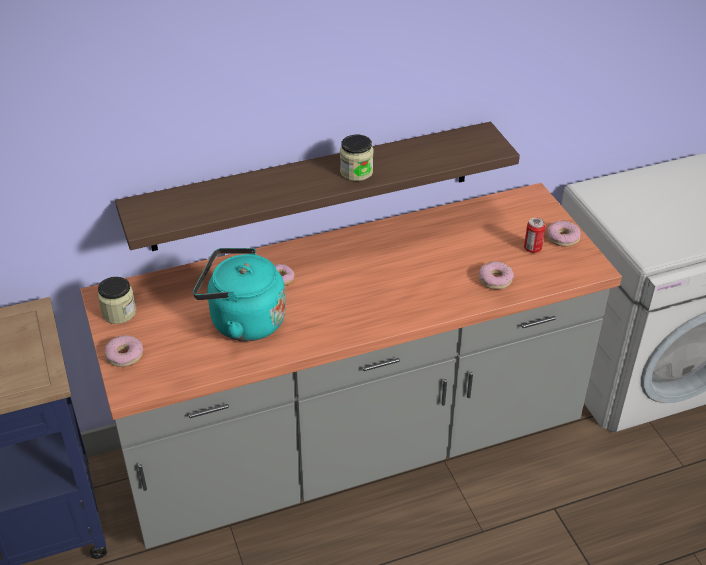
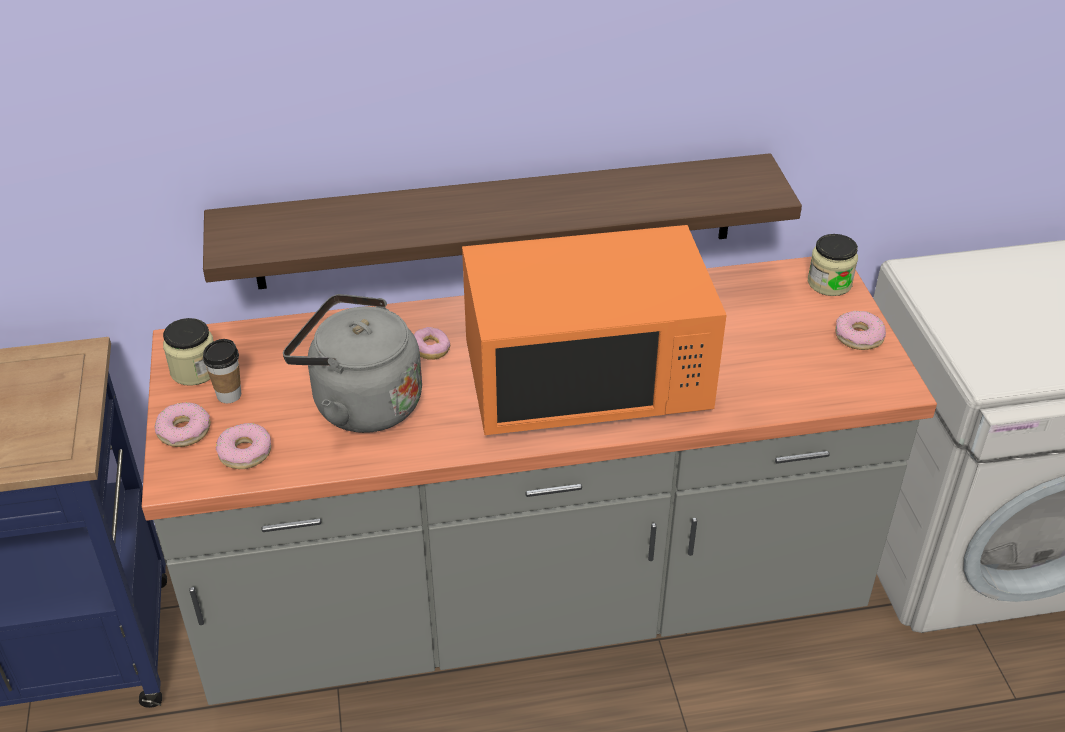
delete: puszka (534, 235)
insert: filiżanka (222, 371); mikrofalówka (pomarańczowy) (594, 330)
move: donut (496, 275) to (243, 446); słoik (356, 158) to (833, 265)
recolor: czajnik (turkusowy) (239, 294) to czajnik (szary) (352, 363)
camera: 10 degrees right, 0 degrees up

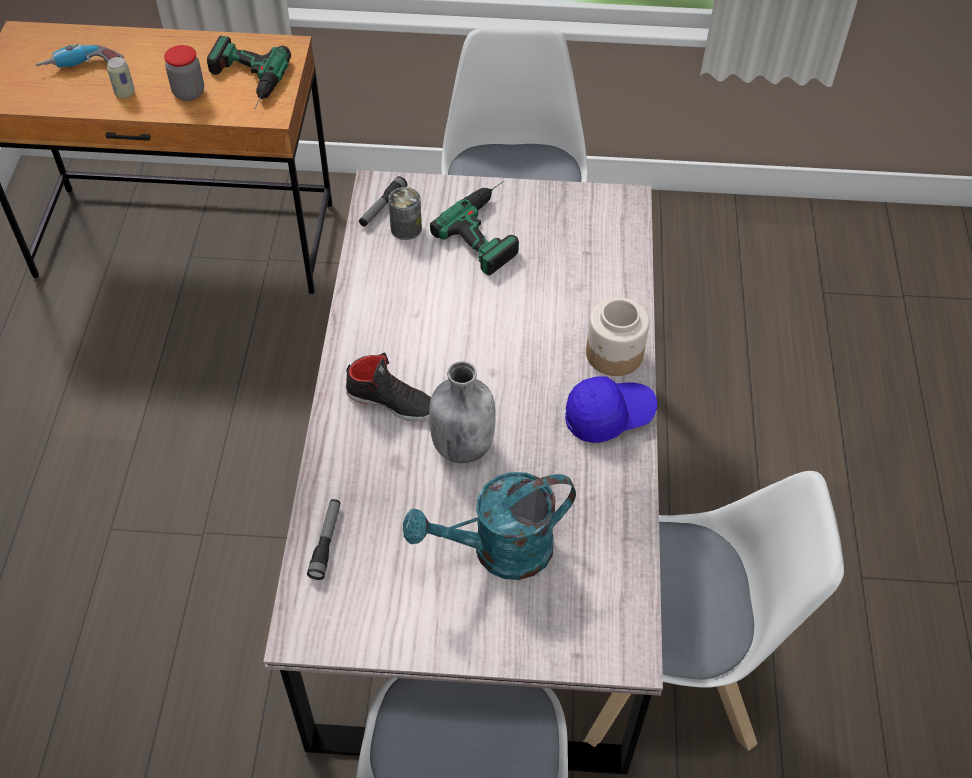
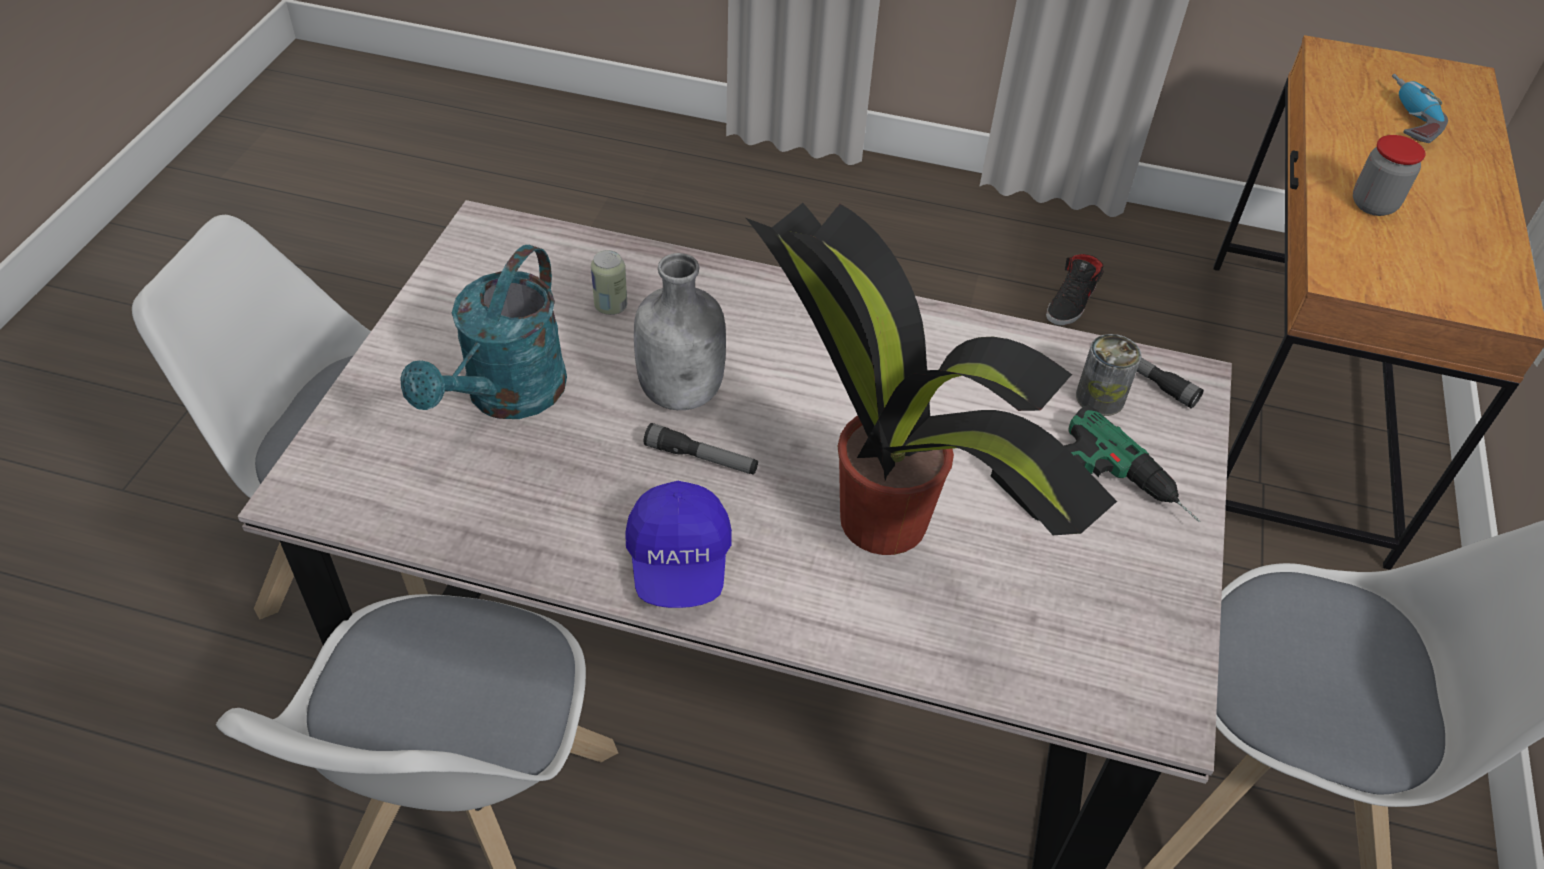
delete: wiertarka (249, 72); słoik (617, 336)
insert: roślina doniczkowa (931, 379)
move: puszka (121, 78) to (609, 282); latarka (324, 539) to (701, 449); but (czarny) (388, 387) to (1075, 290)
rotate: konewka (turkusowy) (489, 526) = (483, 332) 150 degrees counterclockwise
camera: 100 degrees right, 5 degrees down

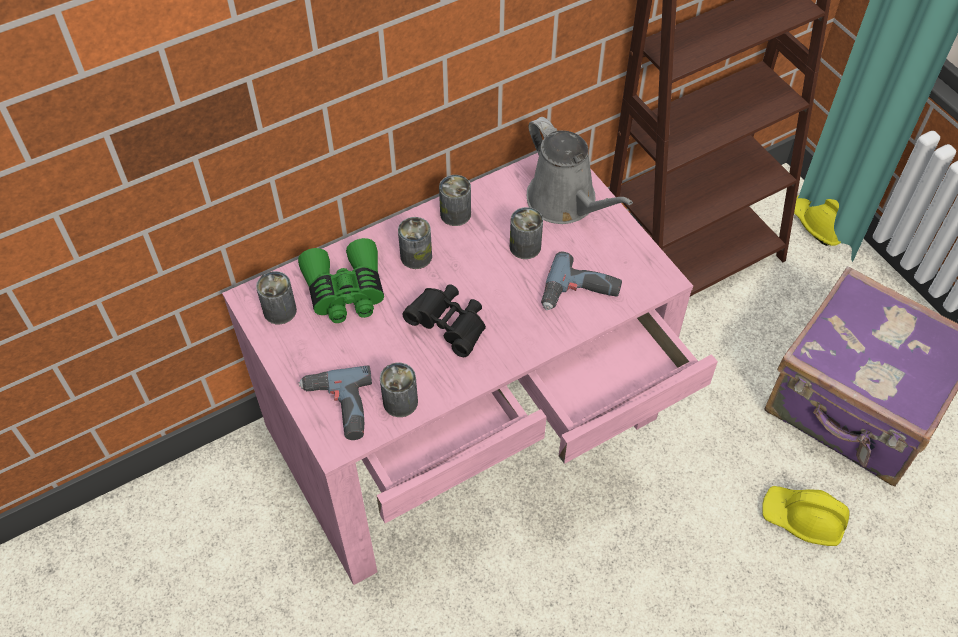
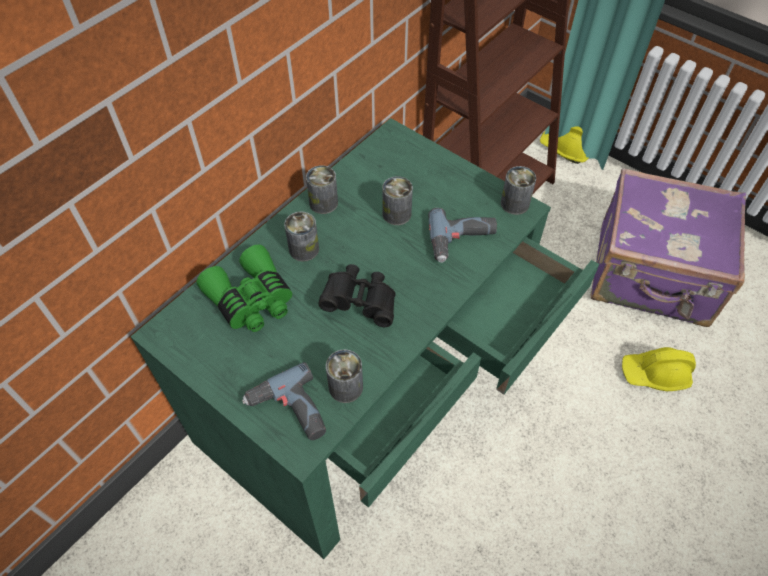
delete: konewka (szary) (580, 170)
move: puszka (276, 297) to (518, 190)
recolor: biurko (różowy) (470, 369) to biurko (zielony) (365, 338)
camera: 20 degrees left, 0 degrees up

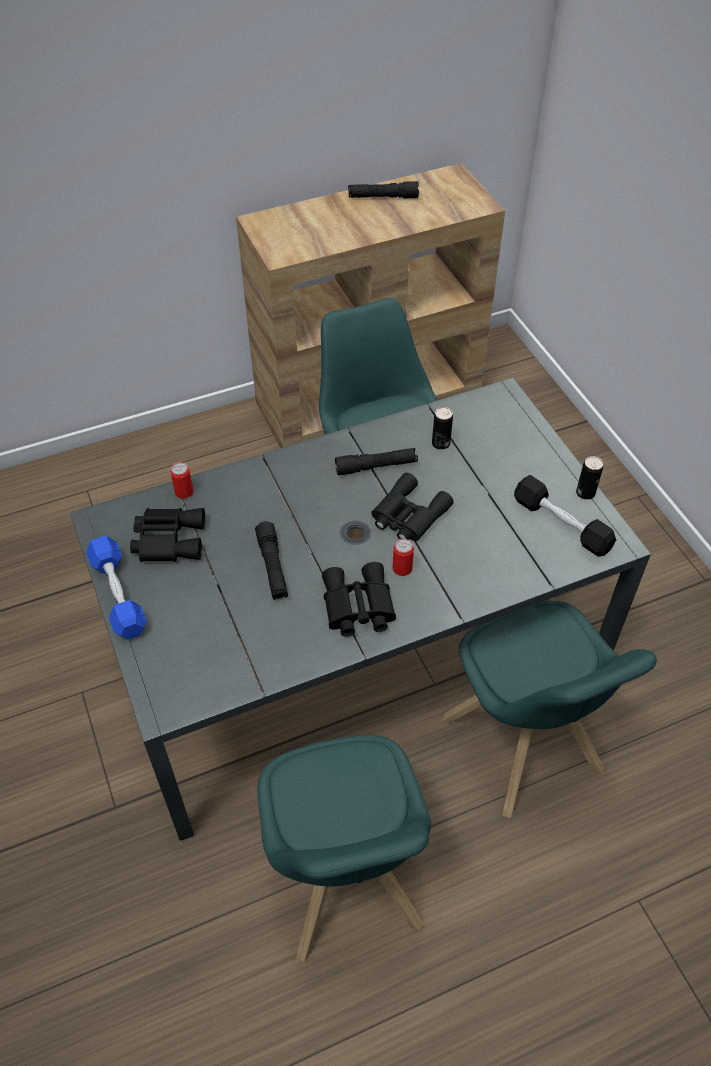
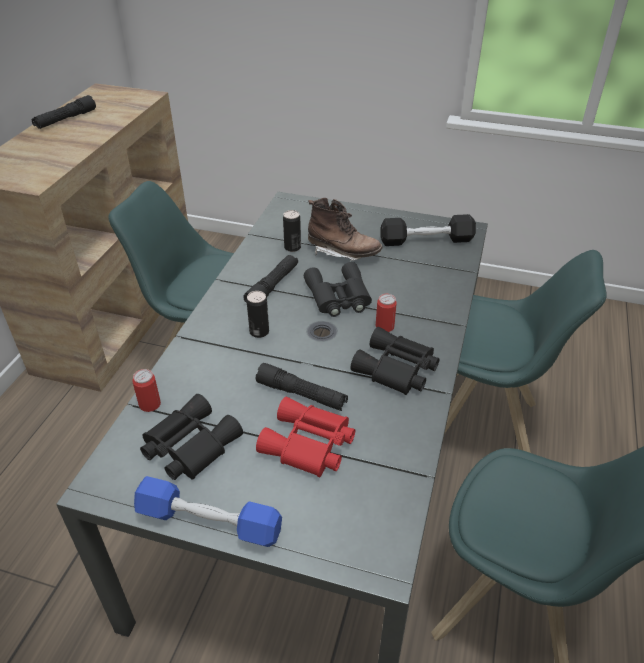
insert: lornetka (czerwony) (305, 437); but z cholewką (brązowy) (345, 229)
move: puszka (589, 478) to (258, 314)
camera: 50 degrees left, 10 degrees down

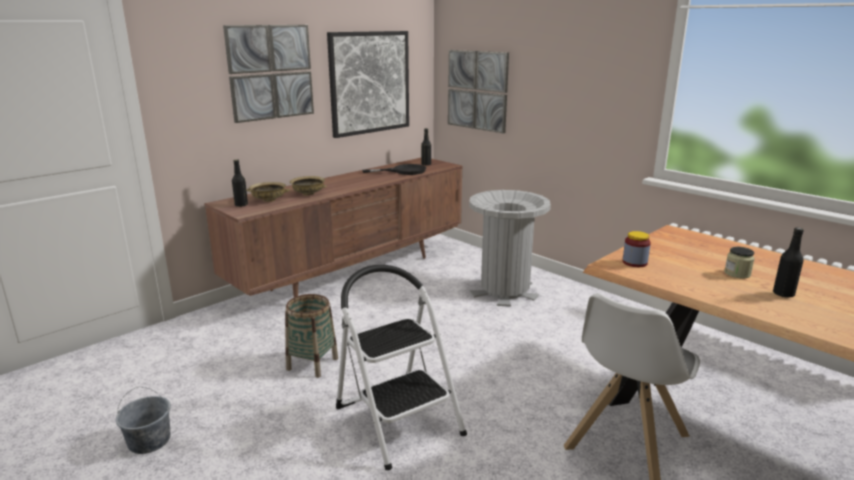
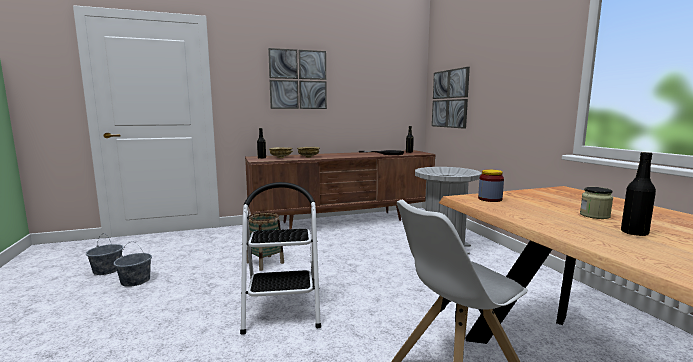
delete: obraz (368, 84)
insert: wiadro (szary) (104, 254)
camera: 25 degrees right, 10 degrees down

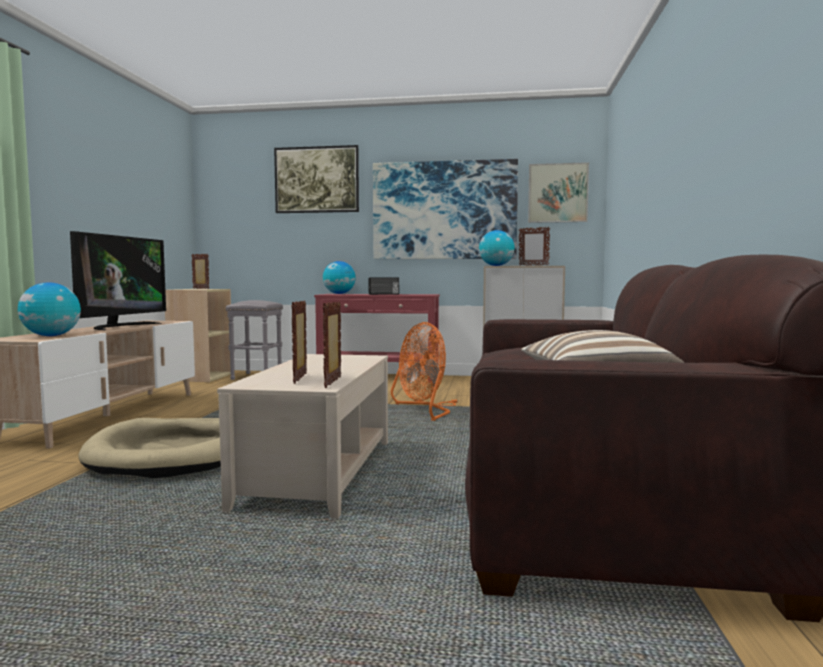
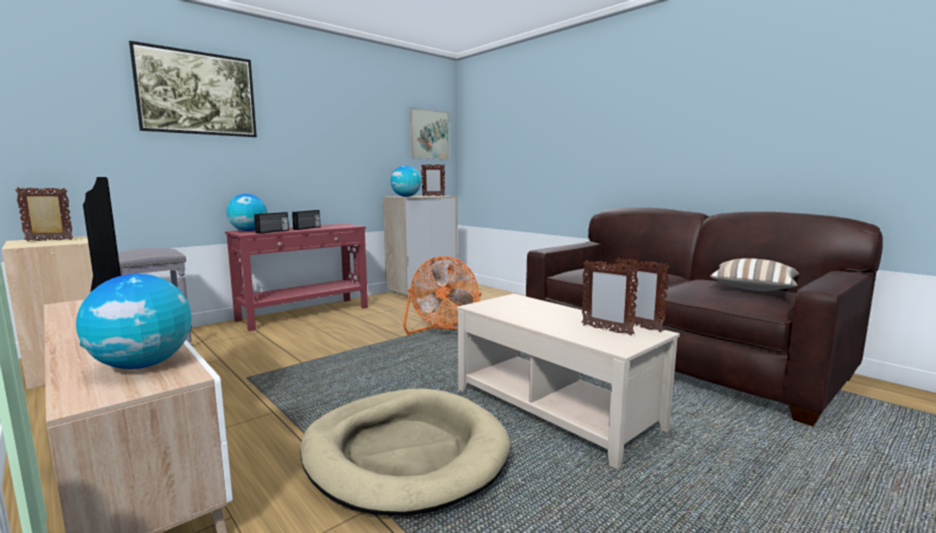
delete: obraz (445, 209)
insert: radio (271, 223)
camera: 50 degrees left, 5 degrees up

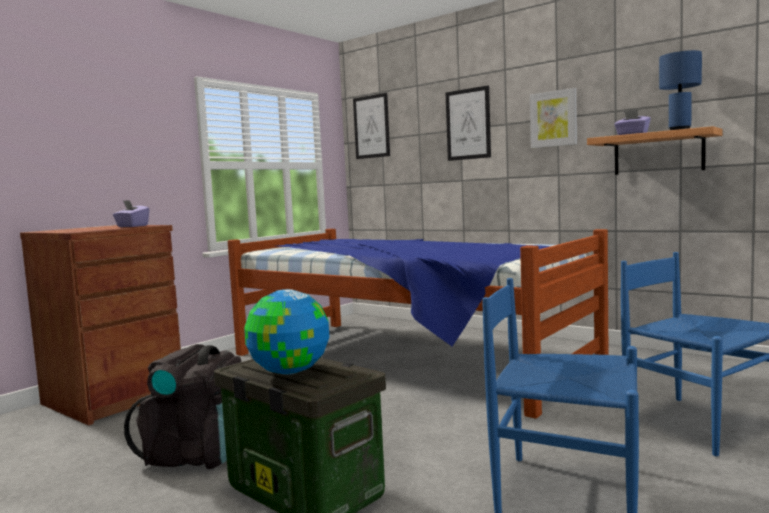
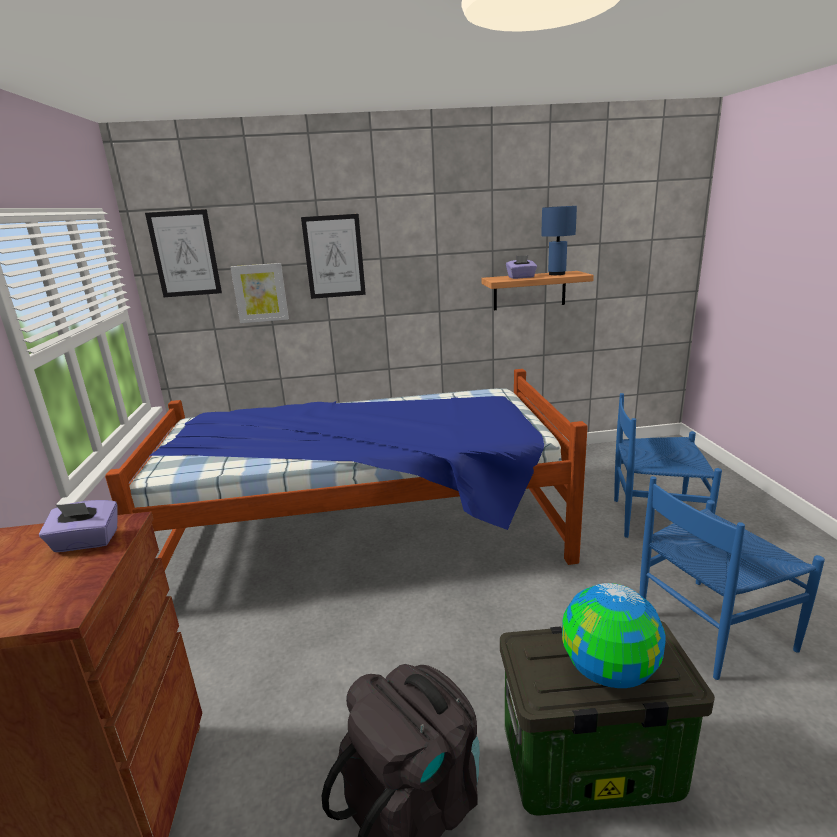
move: obraz (553, 118) to (259, 293)
camera: 45 degrees left, 15 degrees up

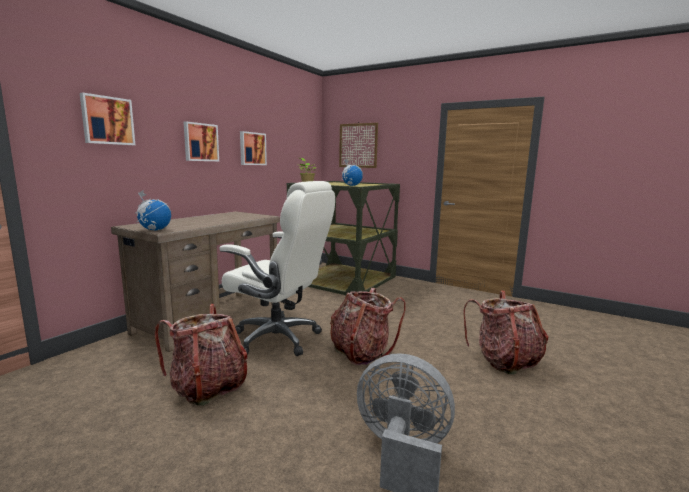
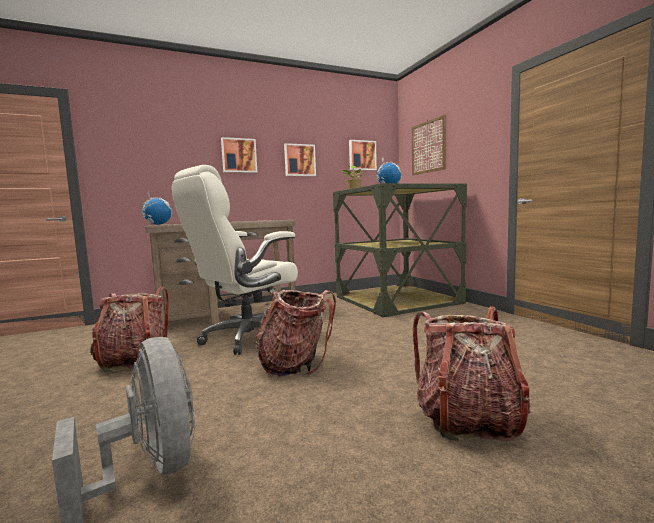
move: obraz (107, 118) to (363, 155)
rotate: krzesło biurowe (biały) (277, 268) = (235, 260) 75 degrees clockwise
camera: 35 degrees right, 5 degrees down

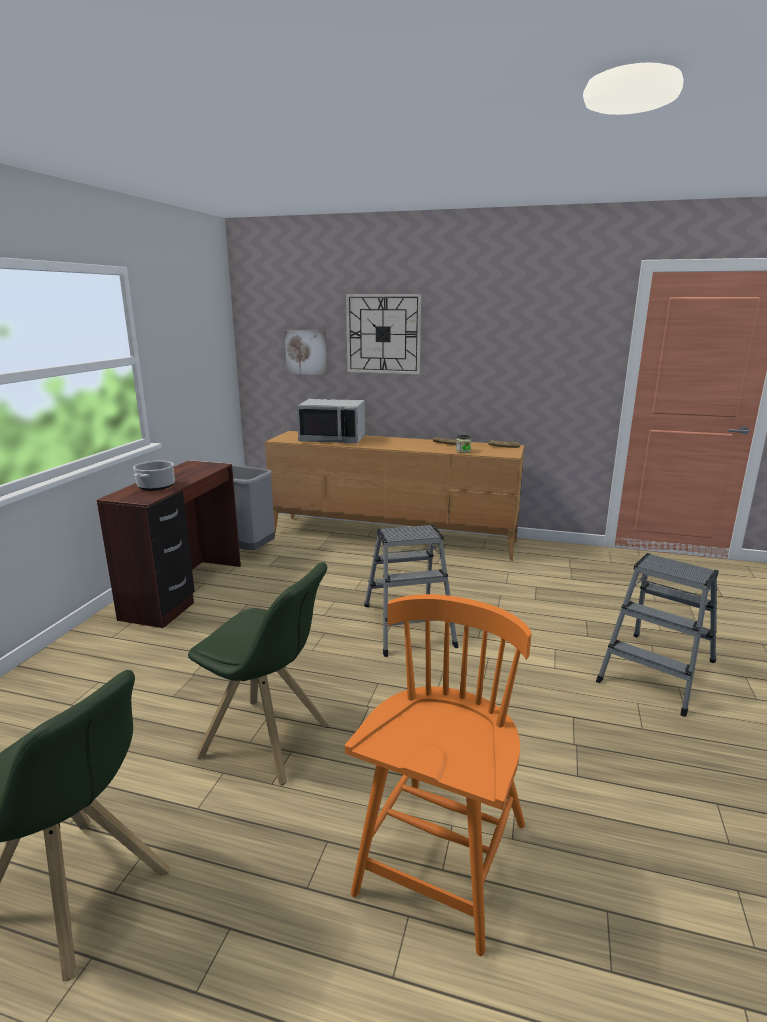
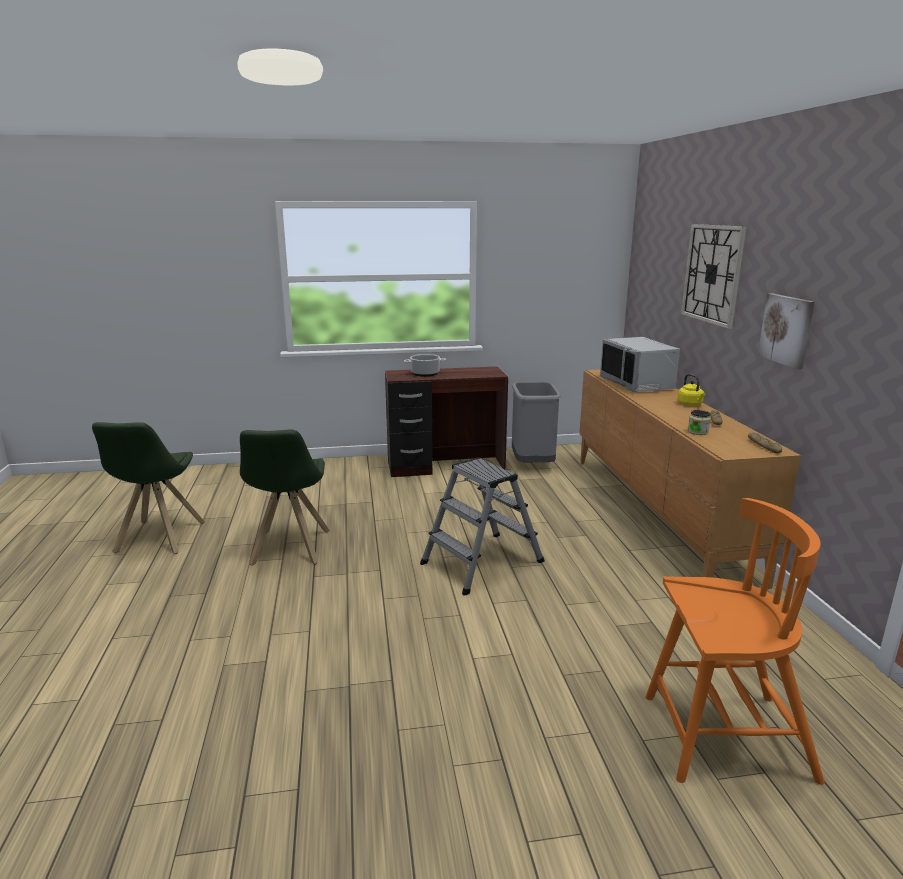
delete: drabinka (szary) (657, 635)
insert: czajnik (żółty) (692, 390)
move: krzesło (pomarańczowy) (438, 775) to (735, 641); obraz (306, 352) to (786, 331)
camera: 65 degrees right, 0 degrees up

